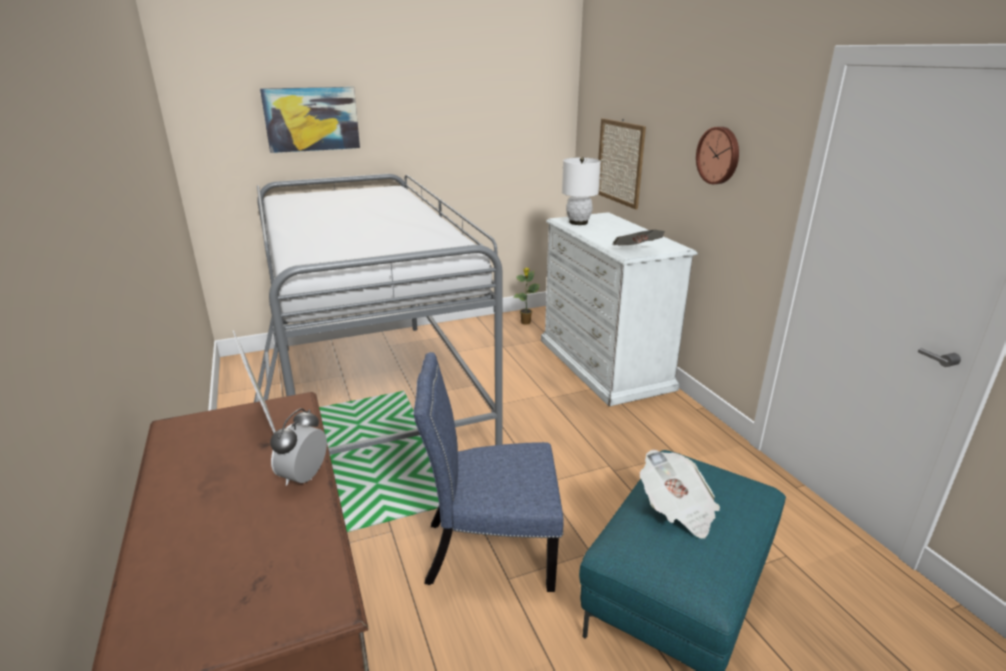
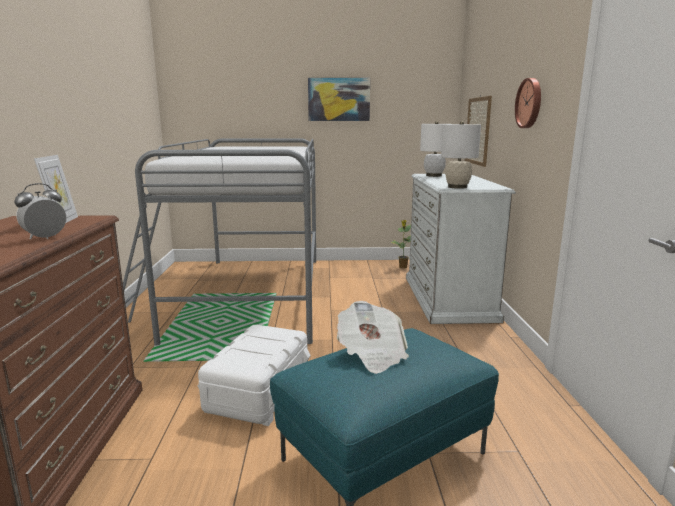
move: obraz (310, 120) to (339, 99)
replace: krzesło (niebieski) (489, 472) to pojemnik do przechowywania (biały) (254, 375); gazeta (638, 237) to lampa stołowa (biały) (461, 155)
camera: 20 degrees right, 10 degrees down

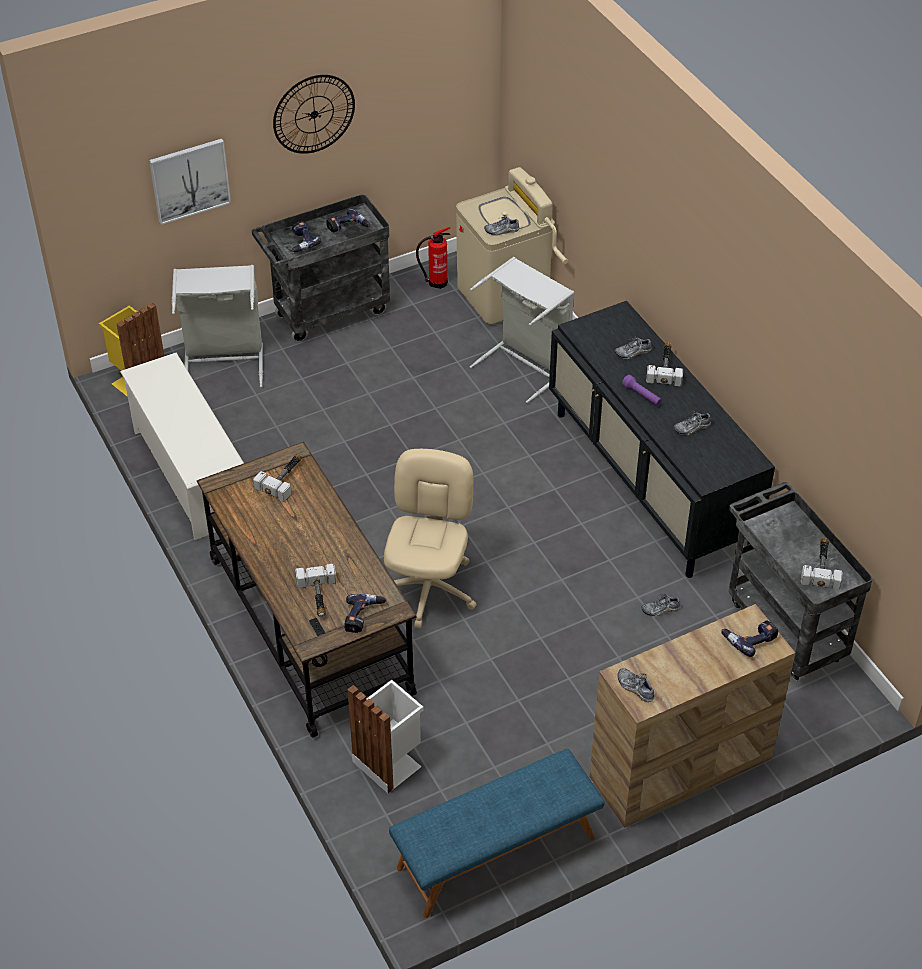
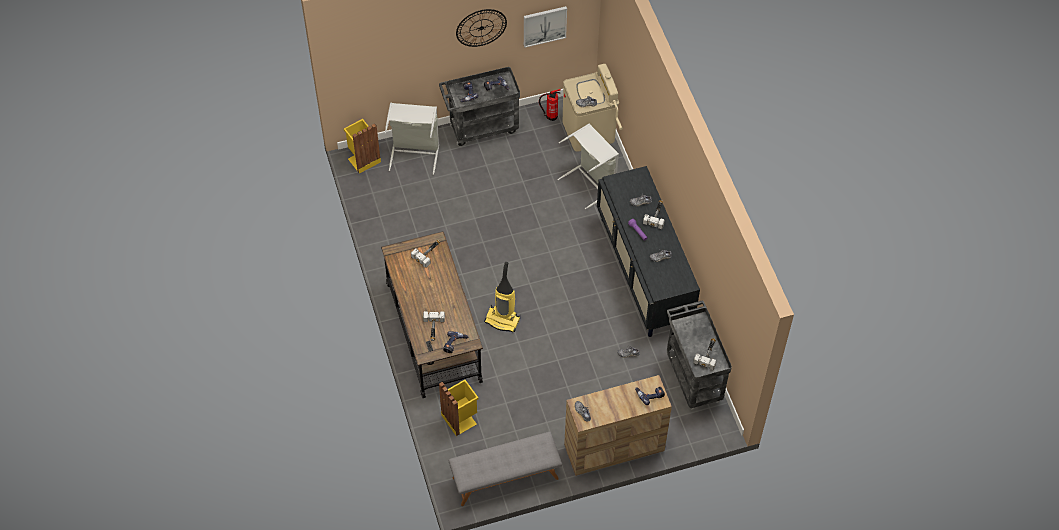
delete: regał na buty (biały) (182, 446)
move: obraz (190, 182) to (545, 27)
replace: krzesło biurowe (beżowy) (430, 538) to odkurzacz (502, 297)
recolor: kosz na śmieci (biały) (385, 736) to kosz na śmieci (żółty) (458, 408); ławka (niebieski) (497, 833) to ławka (szary) (505, 469)
camera: 10 degrees right, 10 degrees up

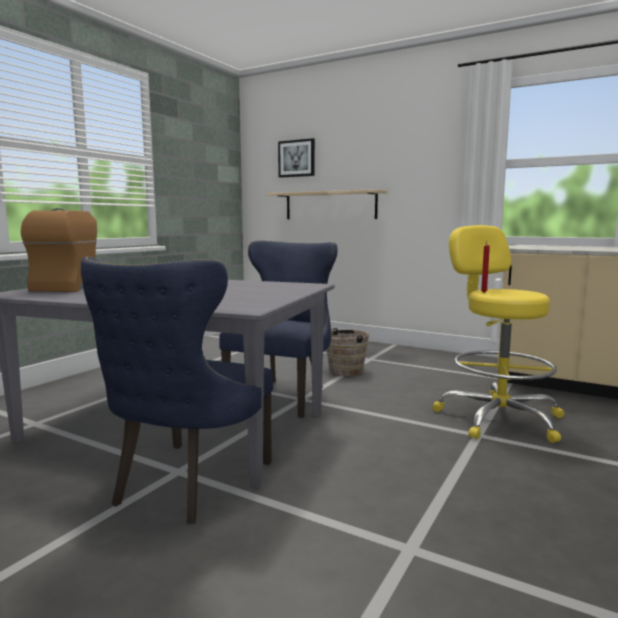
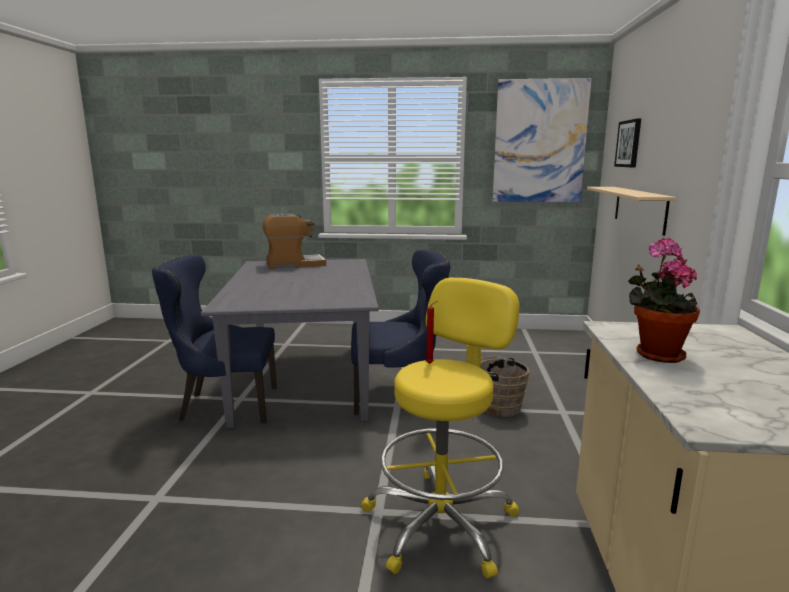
insert: obraz (542, 140); roślina doniczkowa (664, 300)
camera: 65 degrees right, 5 degrees up

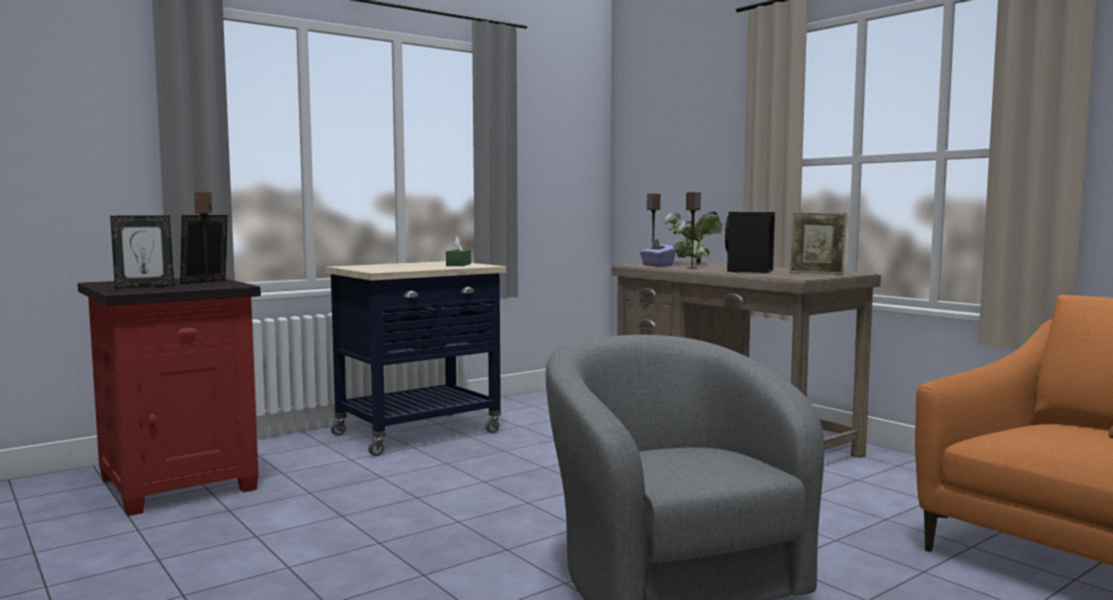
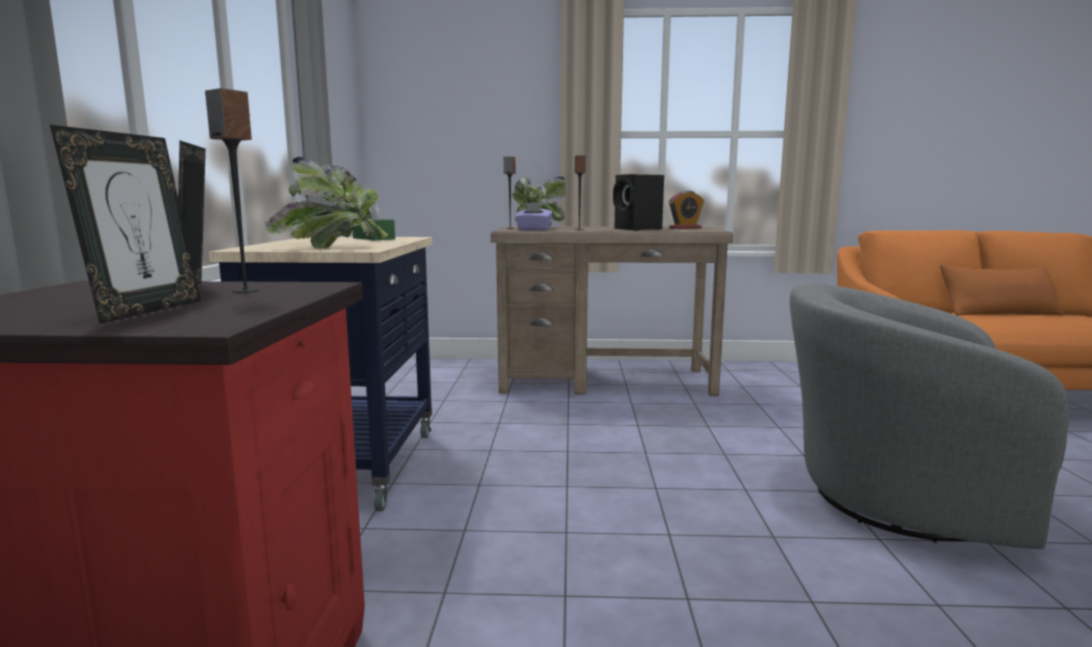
insert: roślina doniczkowa (326, 202)
replace: ramka na zdjęcie (818, 243) to budzik (686, 210)
camera: 50 degrees left, 5 degrees up

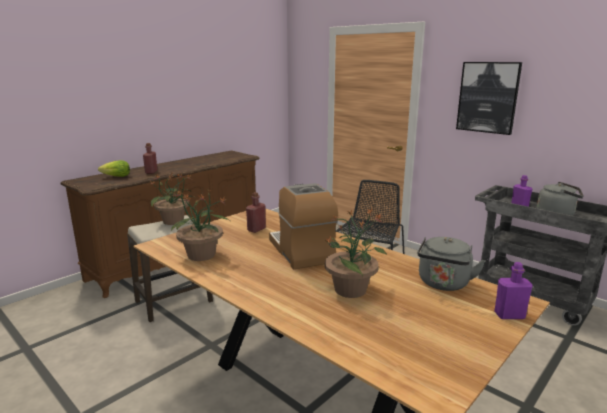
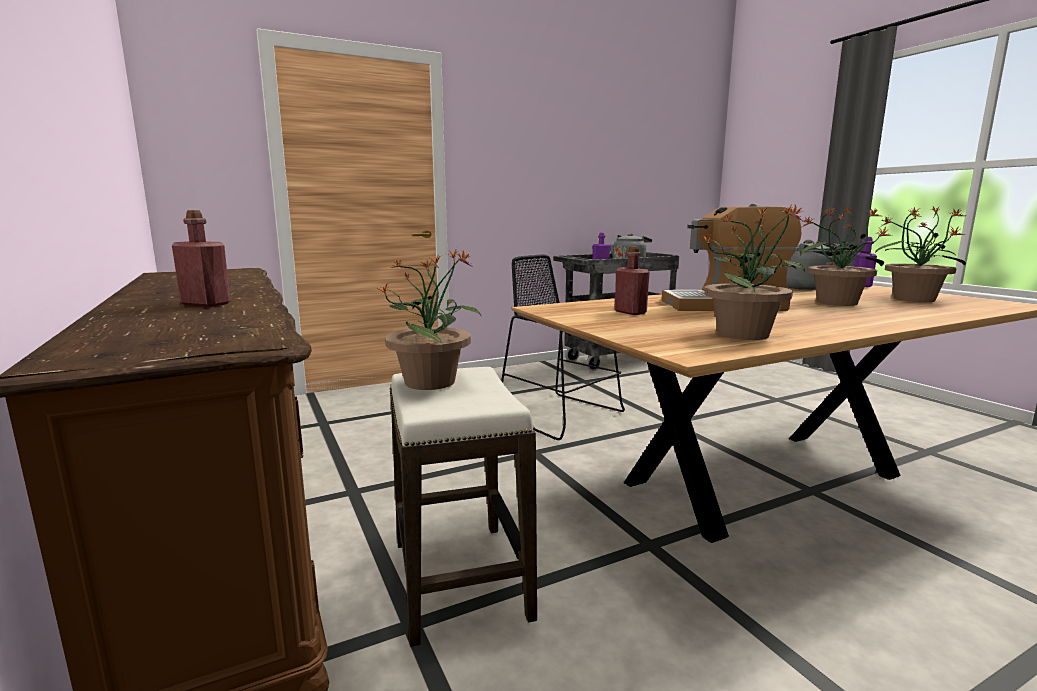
delete: sałata (114, 168); obraz (489, 98)
insert: roślina doniczkowa (920, 254)
camera: 70 degrees left, 5 degrees down

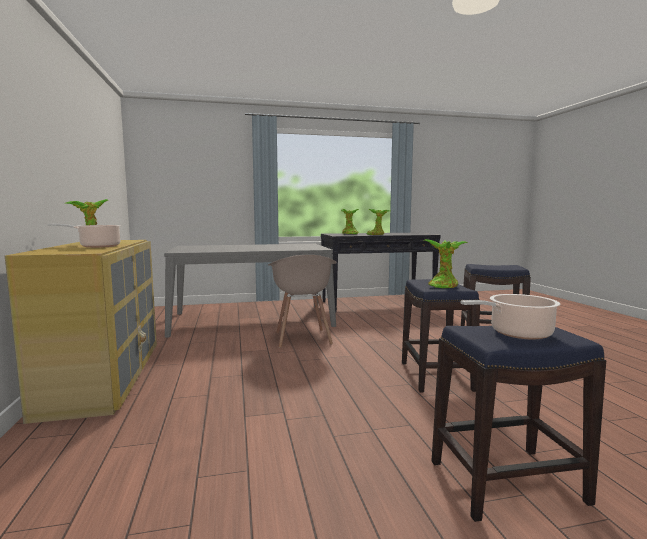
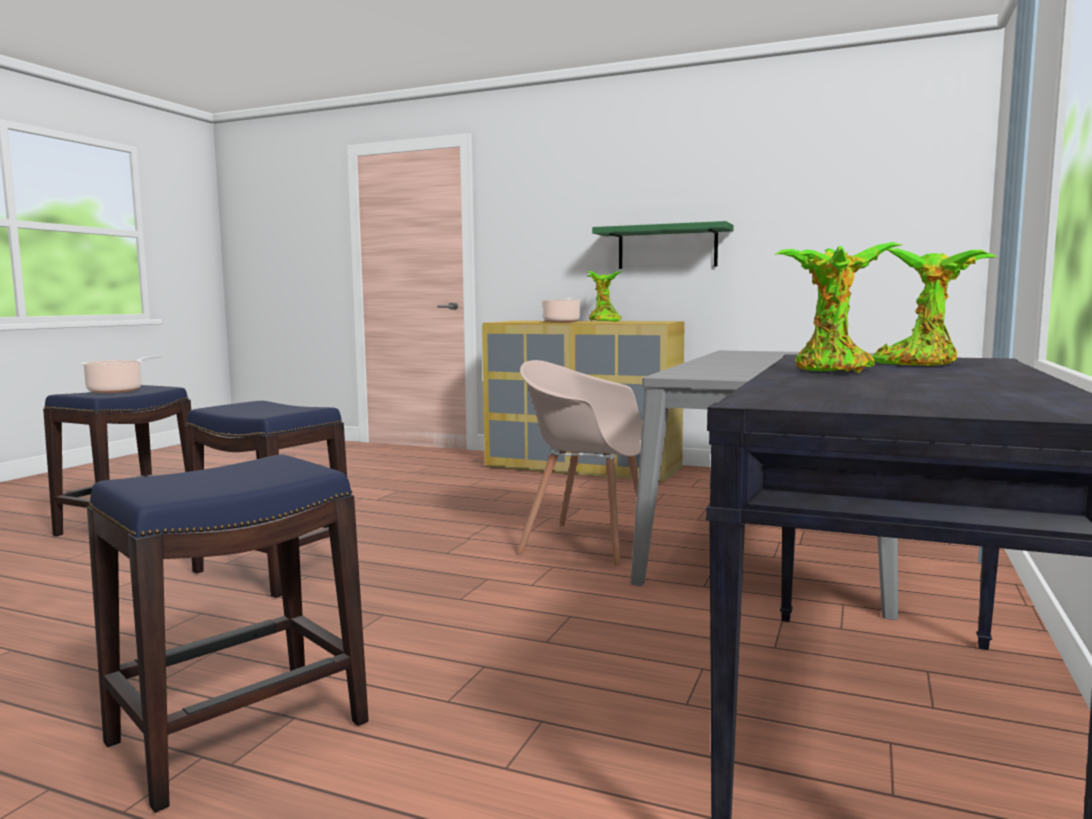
delete: roślina doniczkowa (445, 263)
insert: półka (zielony) (663, 245)
camera: 125 degrees right, 0 degrees up

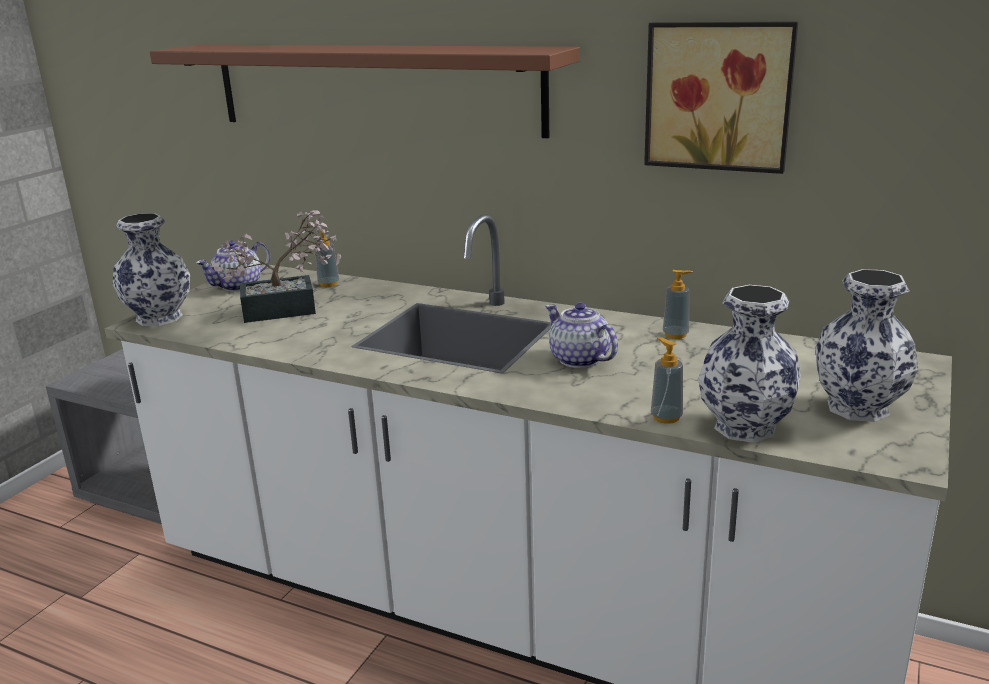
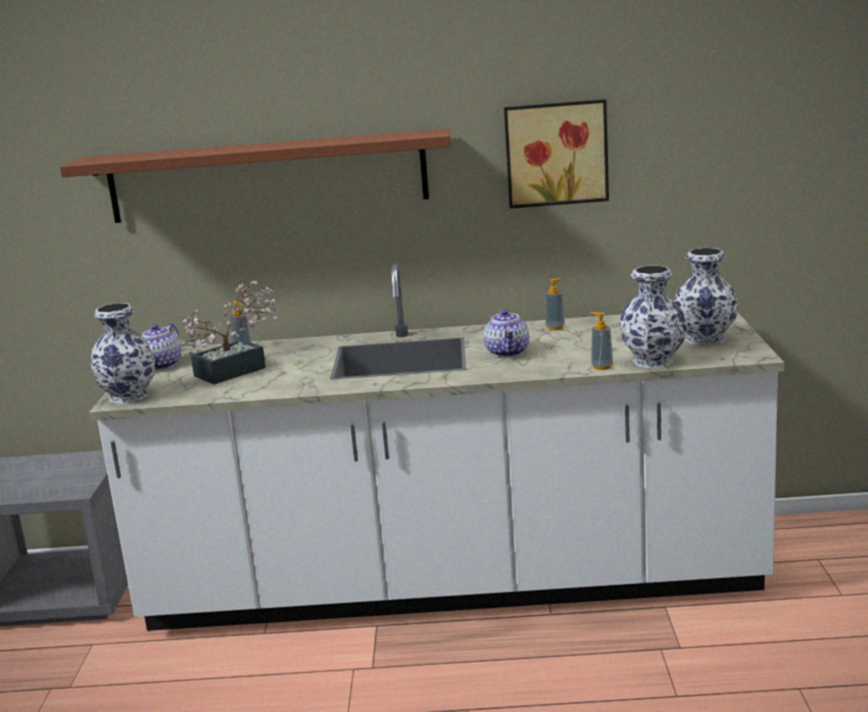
rotate: imbryk (582, 335) = (506, 333) 120 degrees counterclockwise
camera: 25 degrees left, 5 degrees down

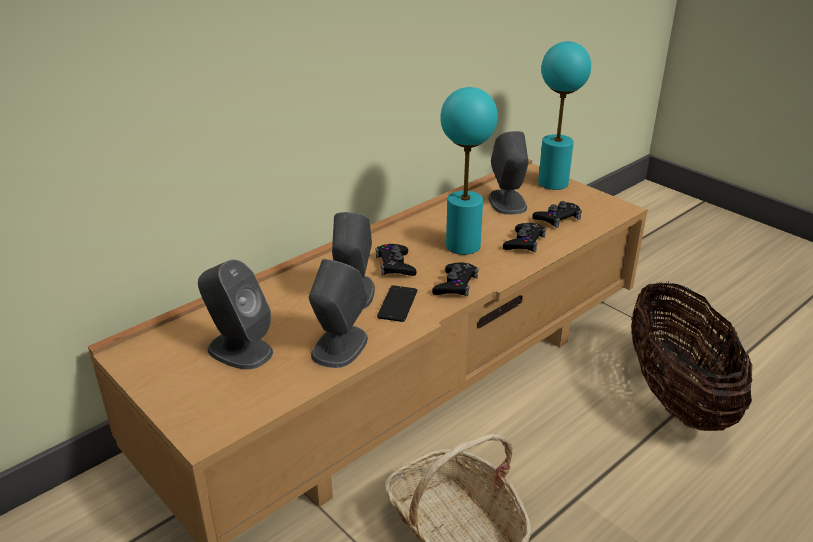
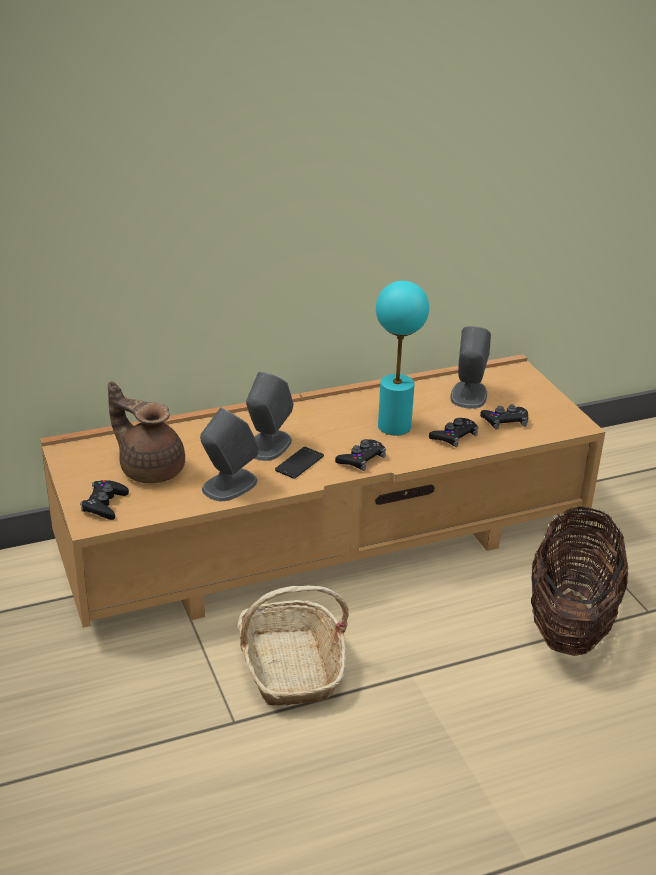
delete: lampa stołowa (turkusowy) (564, 115)
move: pad do gier (czarny) (395, 260) to (104, 500)
replace: głośnik (szary) (235, 314) to imbryk (brązowy) (146, 432)
camera: 20 degrees right, 0 degrees up

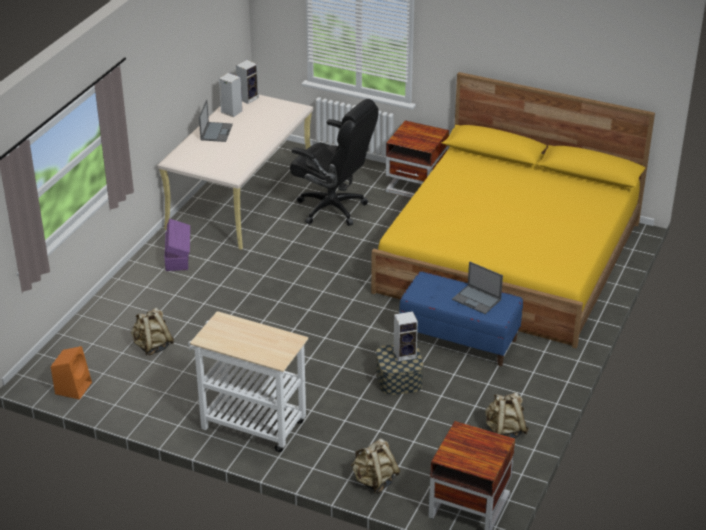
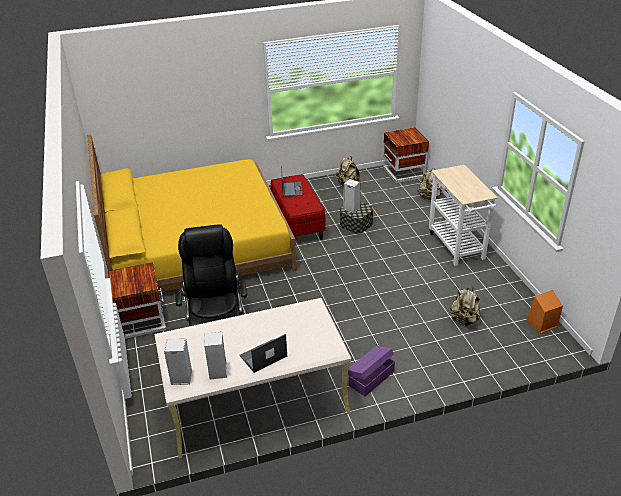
recolor: ławka (niebieski) (461, 318) to ławka (czerwony) (298, 208)
camera: 130 degrees left, 0 degrees up

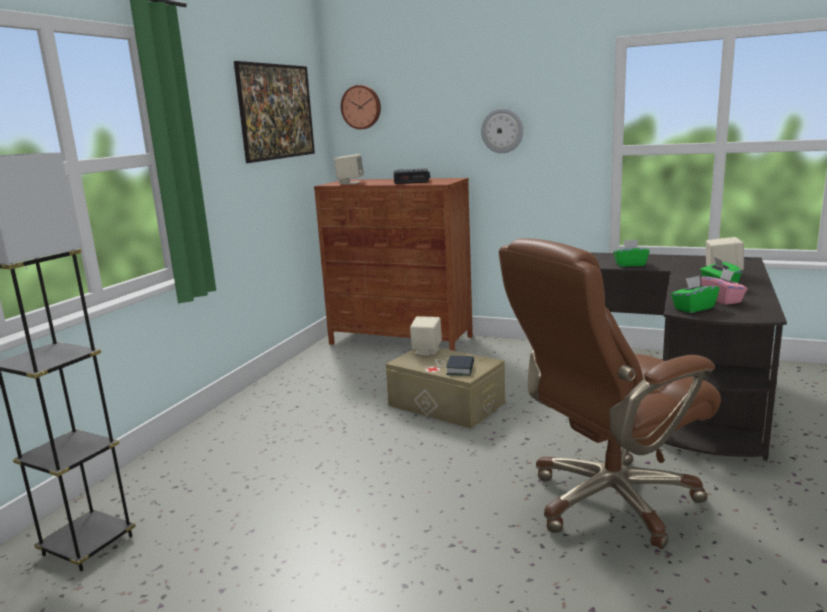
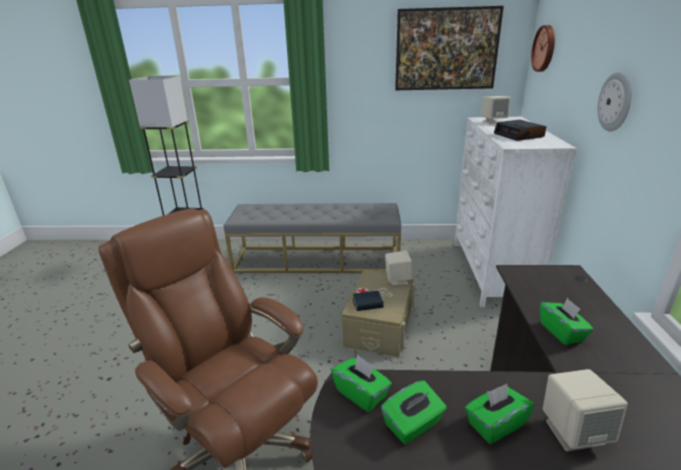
insert: ławka (szary) (312, 238)
recolor: pudełko chusteczek (różowy) (724, 286) to pudełko chusteczek (zielony) (414, 412); komoda (brązowy) (393, 264) to komoda (biały) (515, 212)
camera: 70 degrees right, 10 degrees up

